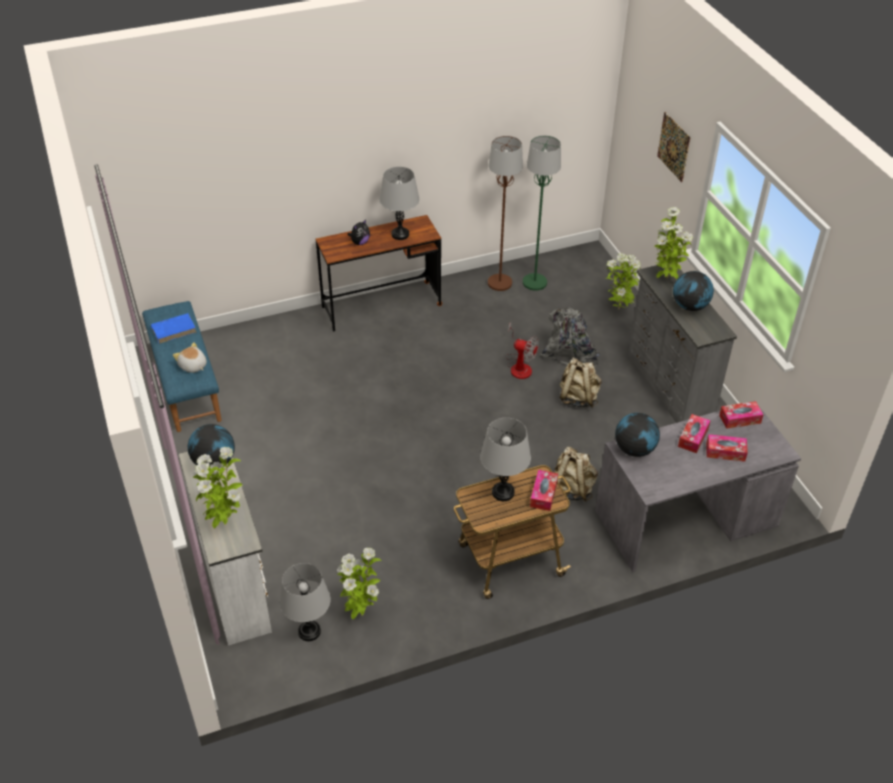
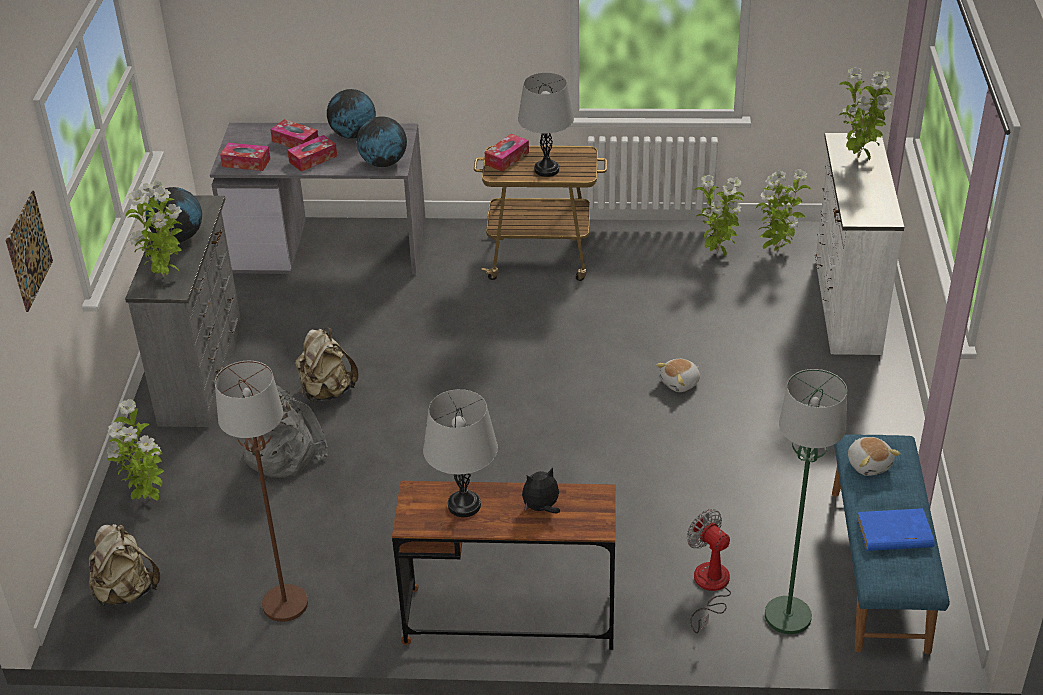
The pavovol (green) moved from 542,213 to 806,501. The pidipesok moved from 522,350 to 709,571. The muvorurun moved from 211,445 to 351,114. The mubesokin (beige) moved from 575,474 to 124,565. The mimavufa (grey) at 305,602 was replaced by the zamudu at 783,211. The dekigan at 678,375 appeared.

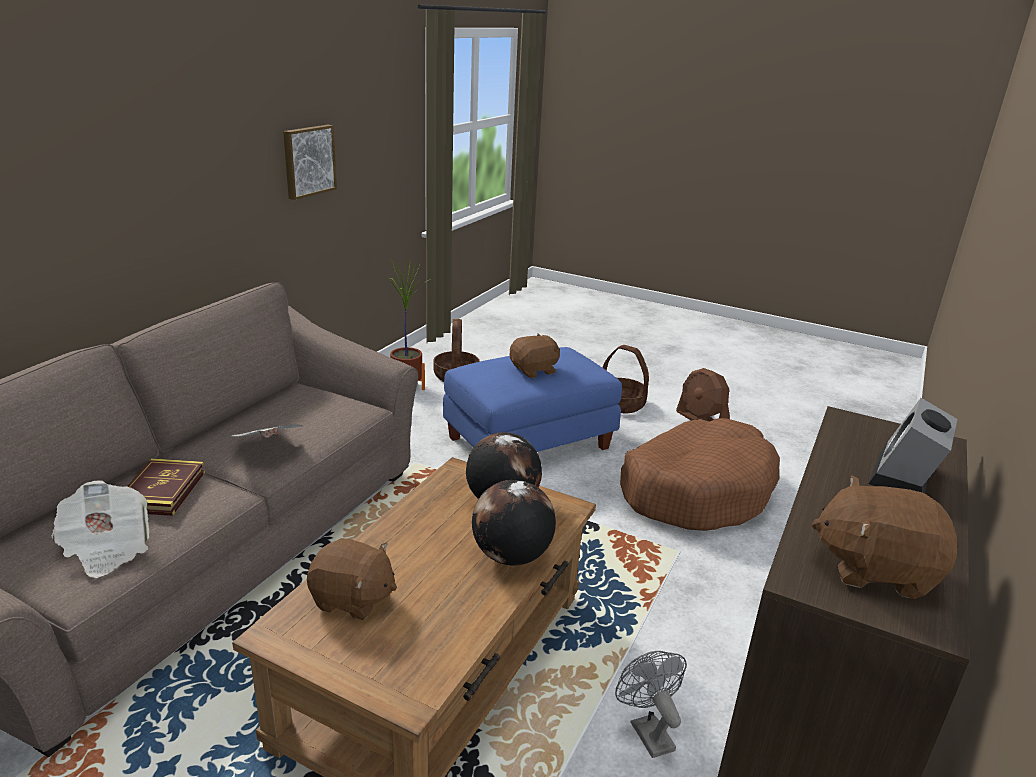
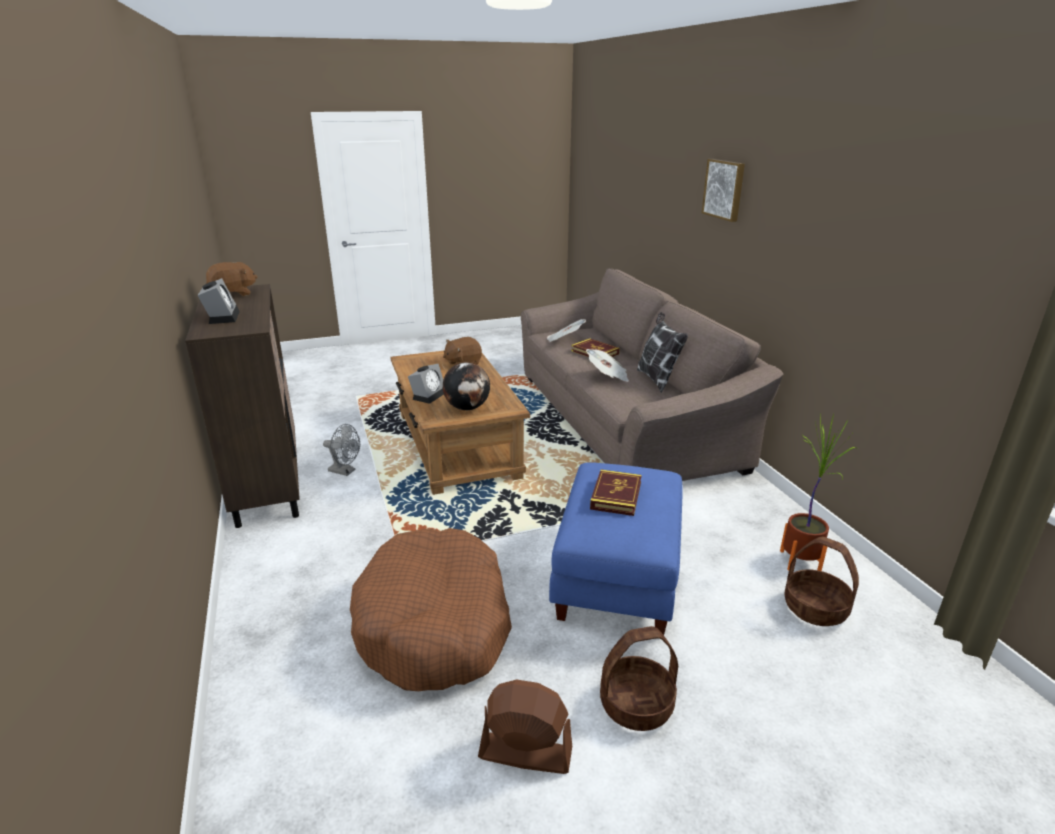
The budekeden moved from 310,162 to 723,190. The dekigan (brown) at 535,355 was replaced by the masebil at 616,493. The muvorurun at 514,523 was replaced by the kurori at 426,384. The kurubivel at 662,352 appeared.

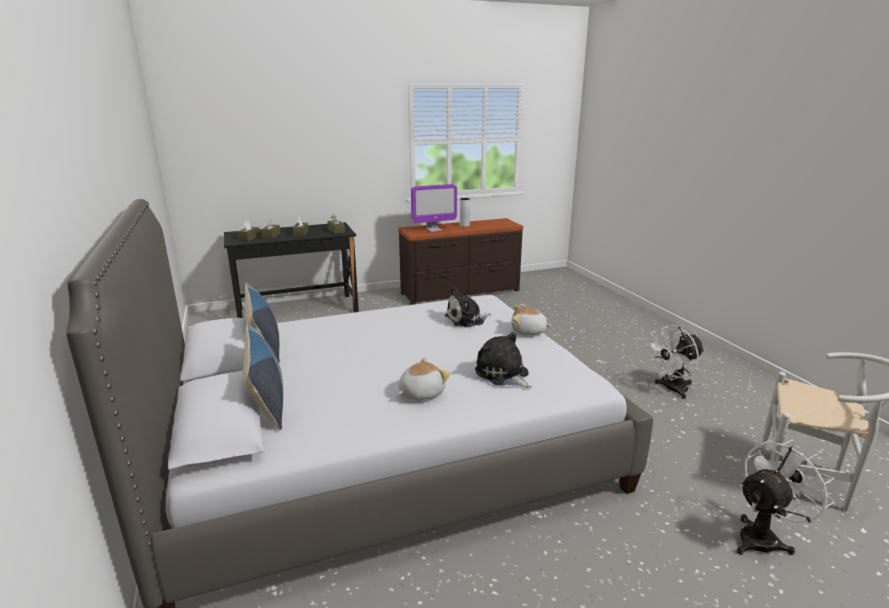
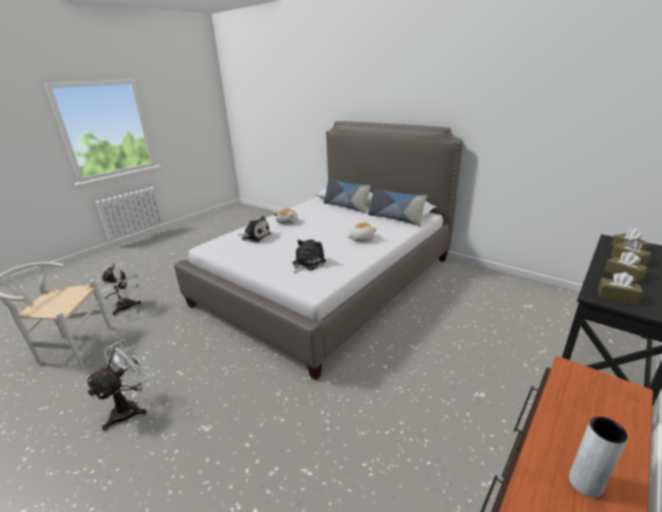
The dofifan at 434,208 disappeared. The dekigan moved from 531,320 to 362,231. The pidipesok (white) at 785,497 turned 75 degrees counterclockwise.

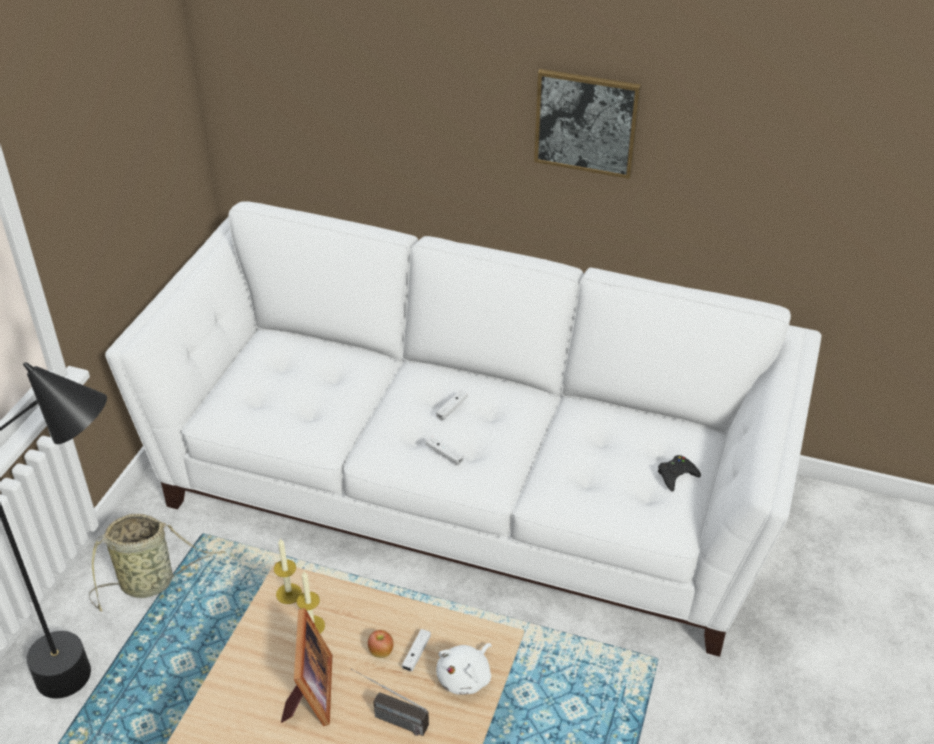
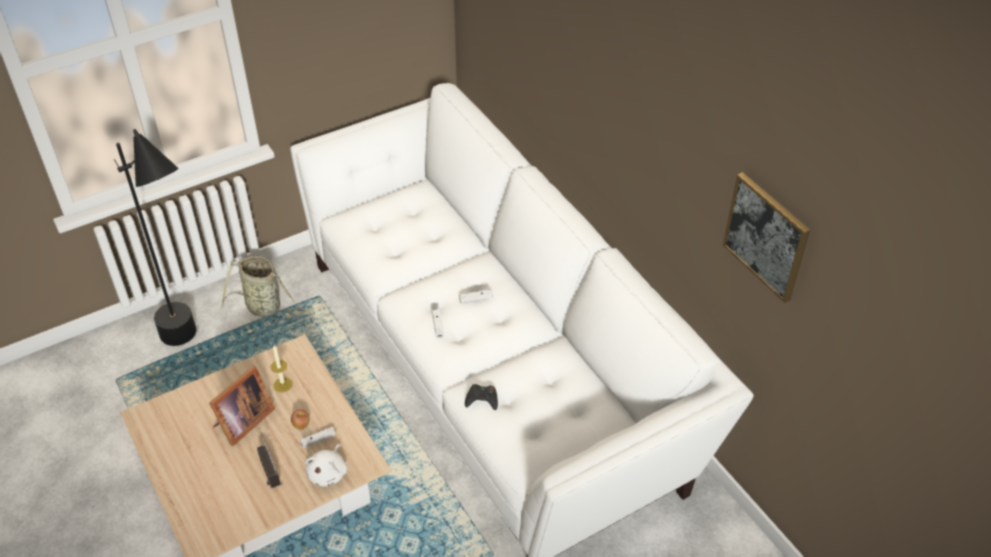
The budekeden moved from 587,124 to 766,237. The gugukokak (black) moved from 679,473 to 481,397. The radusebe at 288,571 disappeared. The dekigan (white) at 464,668 turned 60 degrees counterclockwise.

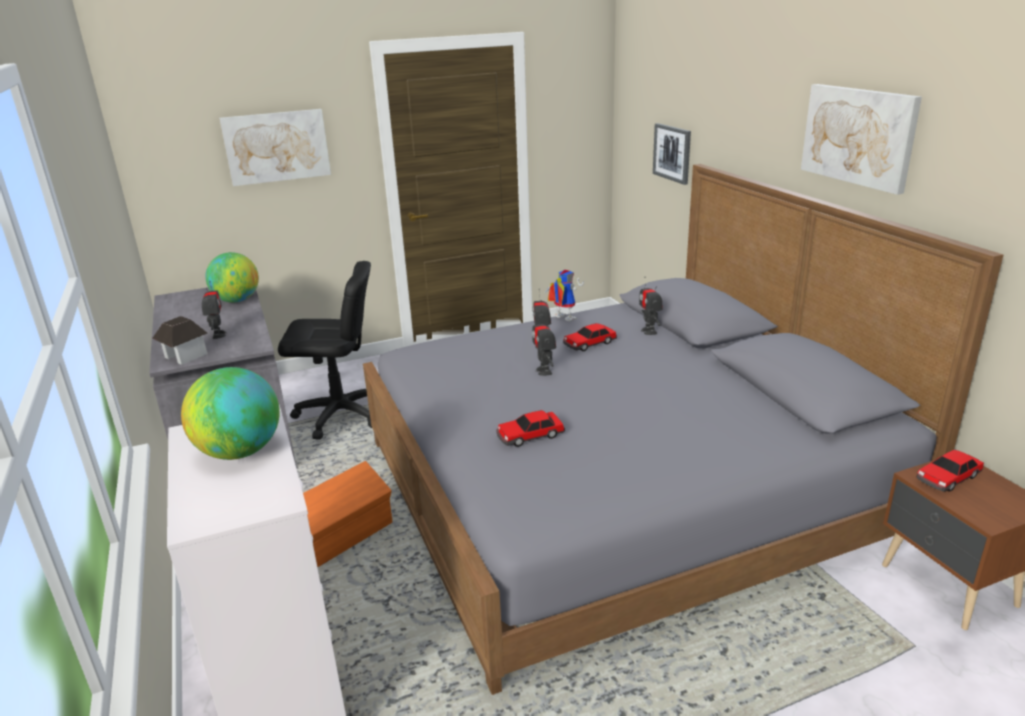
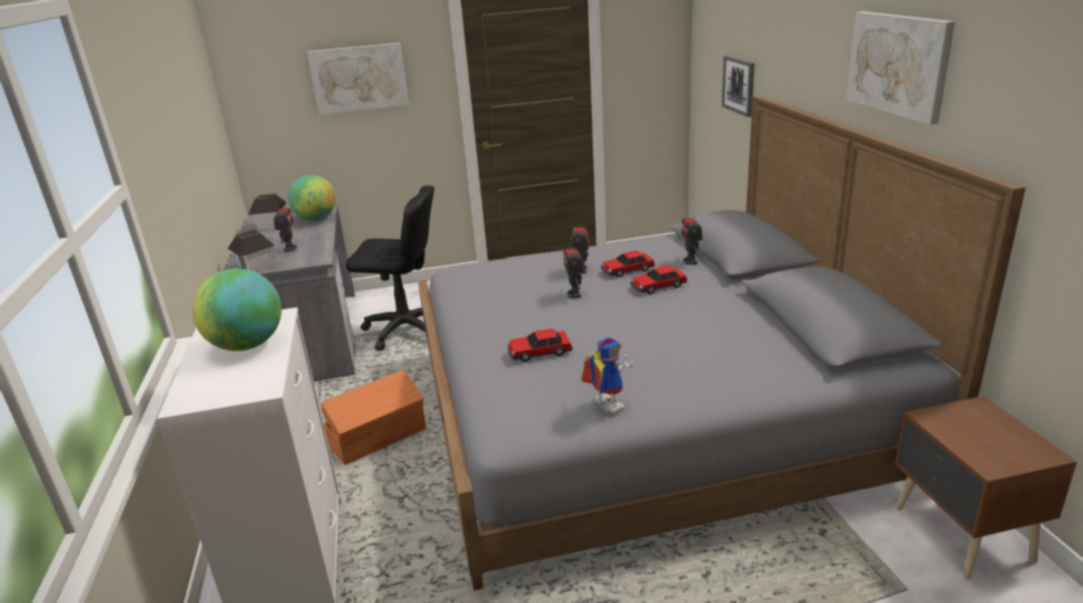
The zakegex moved from 564,295 to 607,375. The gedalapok moved from 950,471 to 659,280. The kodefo at 267,212 appeared.

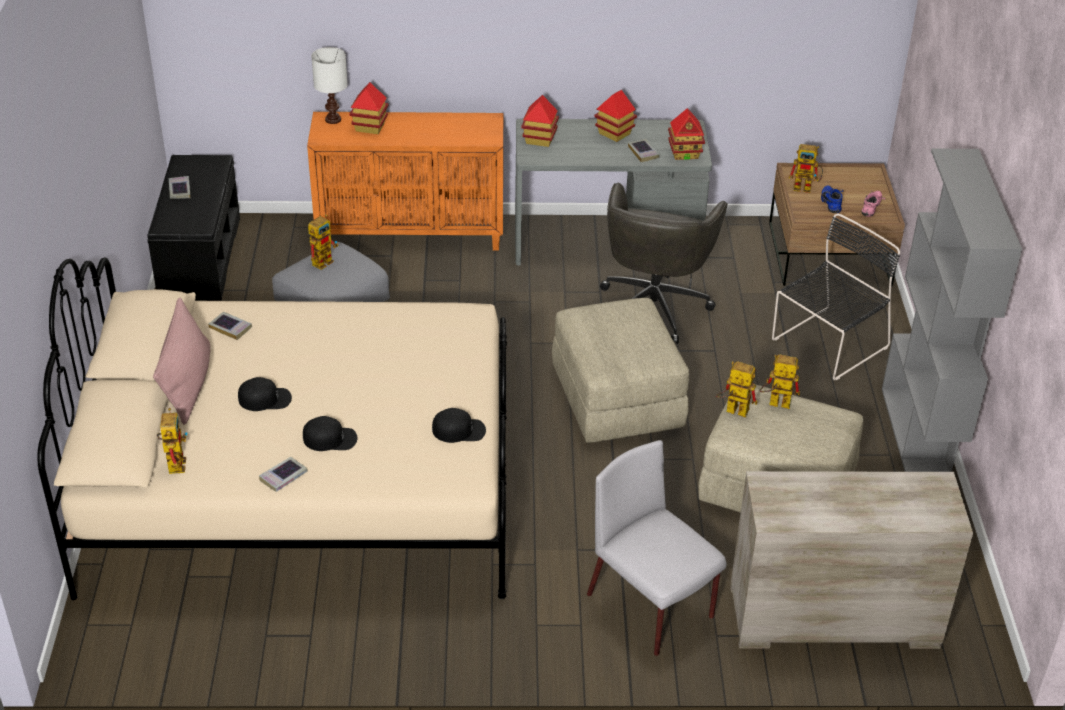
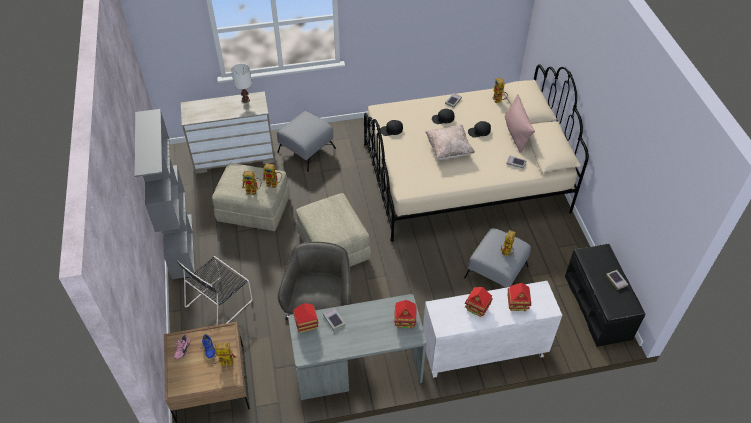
The mimavufa (white) moved from 329,85 to 241,83. The kodefo moved from 615,116 to 479,302. The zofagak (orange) at 405,181 became the zofagak (white) at 492,329. The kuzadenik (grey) at 657,548 was replaced by the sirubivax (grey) at 306,141. The kurubivel (beige) at 450,142 appeared.

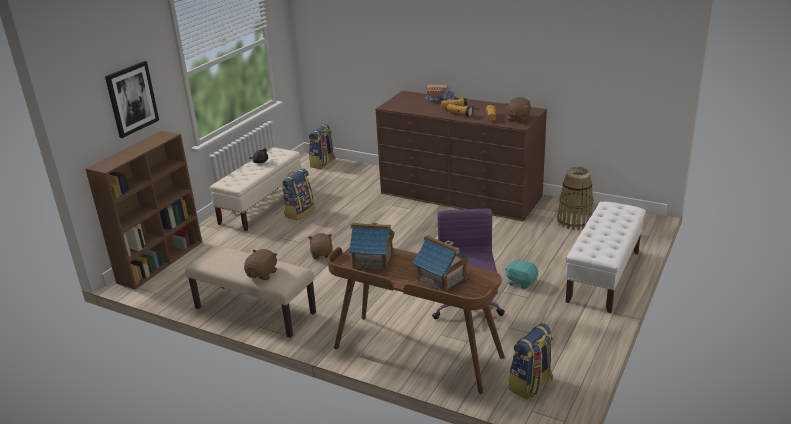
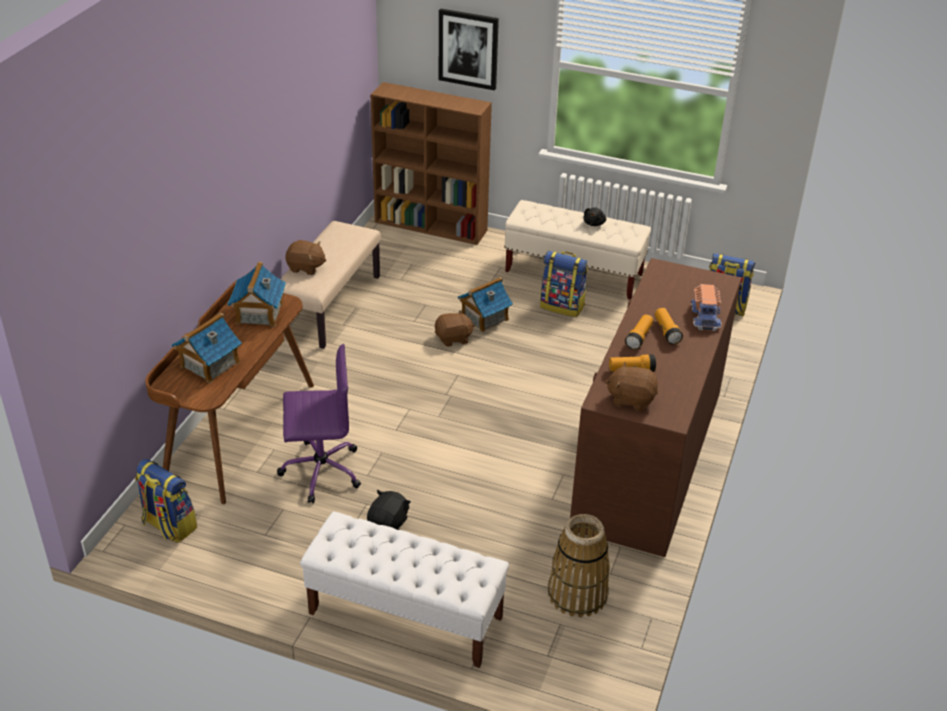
The dekigan (turquoise) at 521,273 became the dekigan (black) at 389,510. The kodefo at 485,304 appeared.

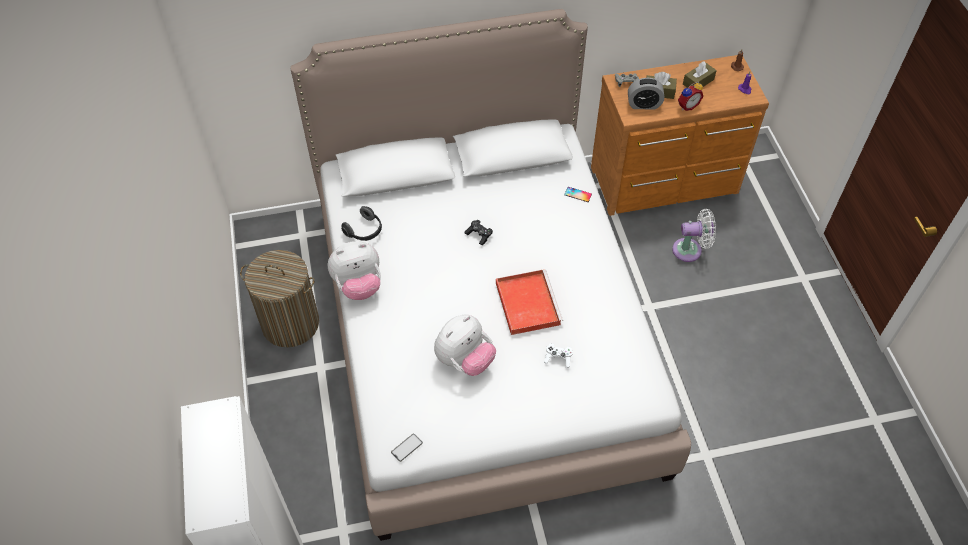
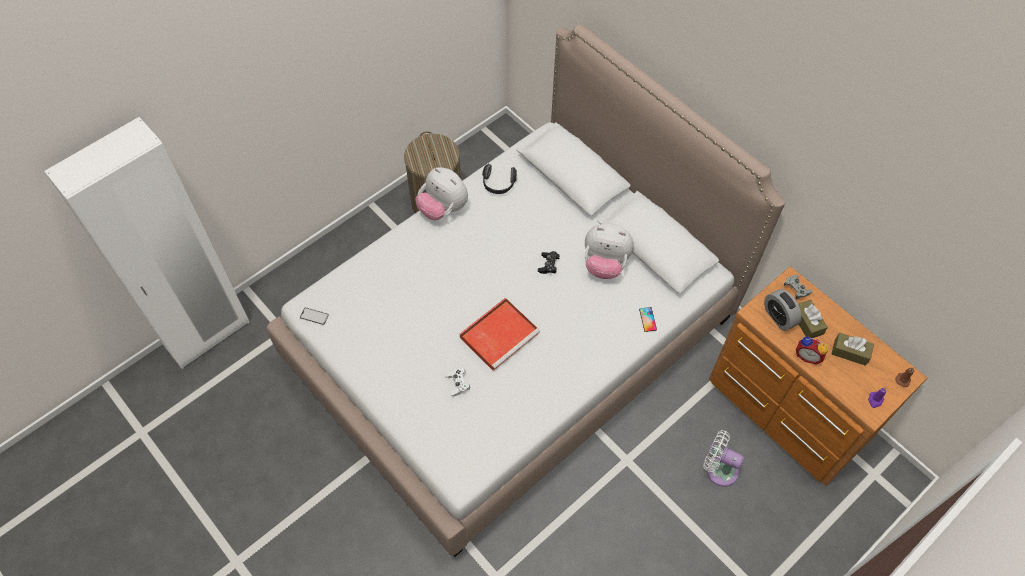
The pidipesok (white) at 694,235 turned 150 degrees clockwise. The dekigan moved from 465,345 to 609,251.

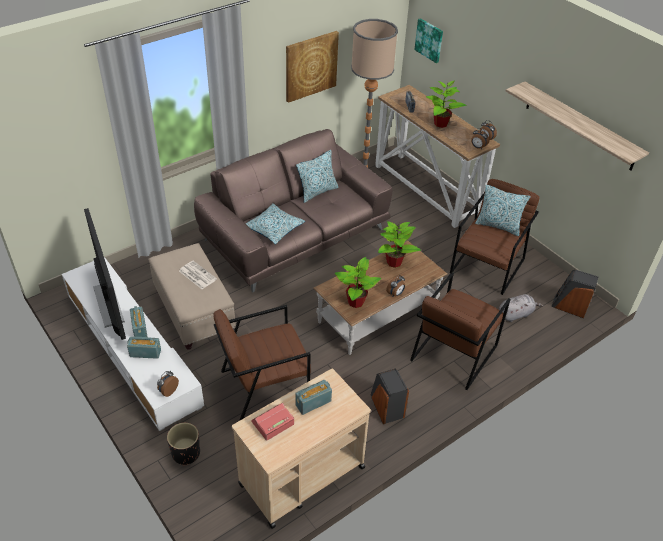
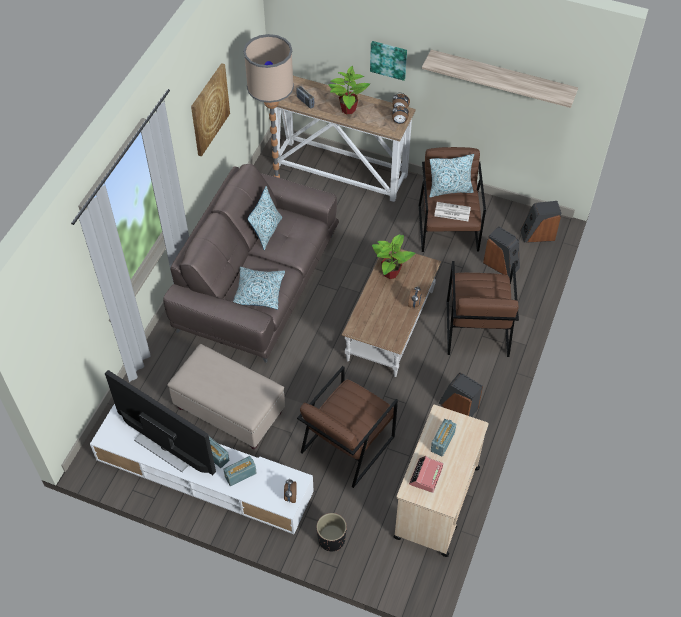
The budekeden moved from 428,40 to 388,61. The zamudu at 358,282 disappeared. The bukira moved from 198,275 to 452,211. The dekigan (grey) at 521,308 was replaced by the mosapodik at 501,251.

